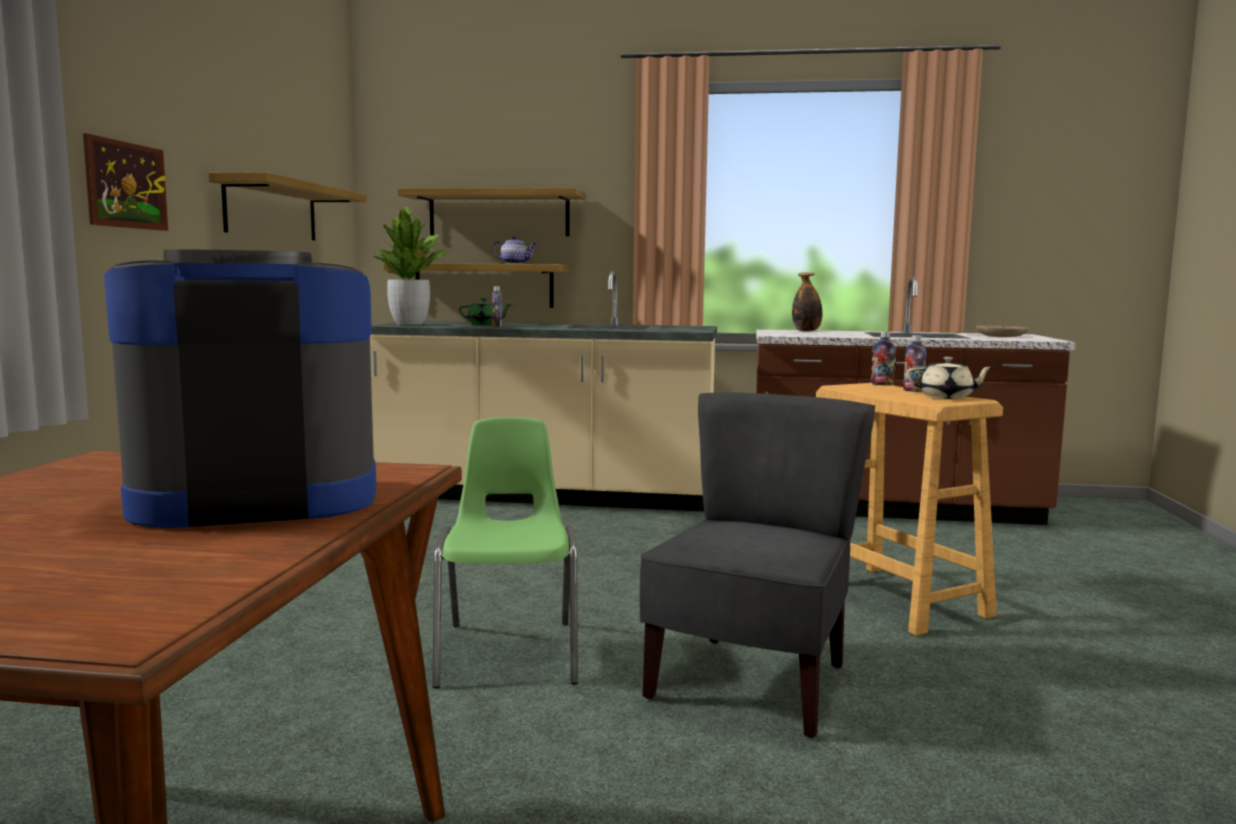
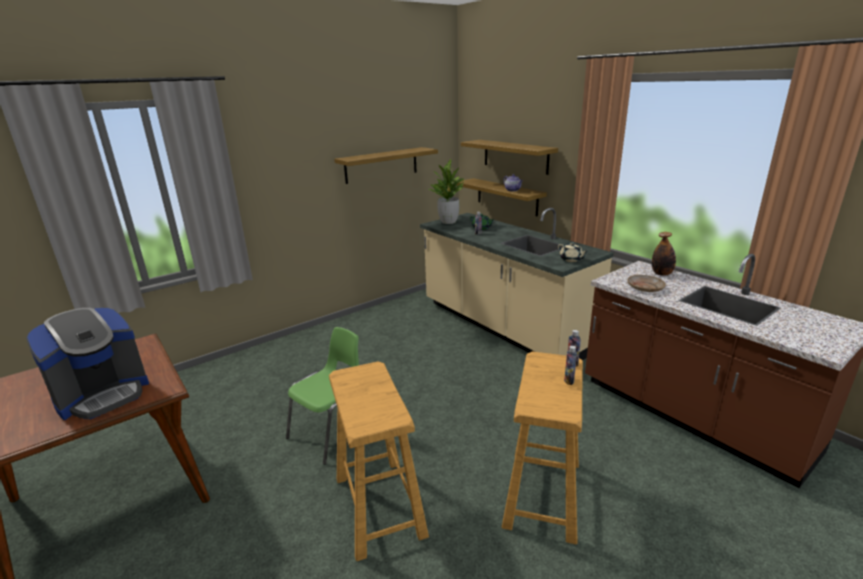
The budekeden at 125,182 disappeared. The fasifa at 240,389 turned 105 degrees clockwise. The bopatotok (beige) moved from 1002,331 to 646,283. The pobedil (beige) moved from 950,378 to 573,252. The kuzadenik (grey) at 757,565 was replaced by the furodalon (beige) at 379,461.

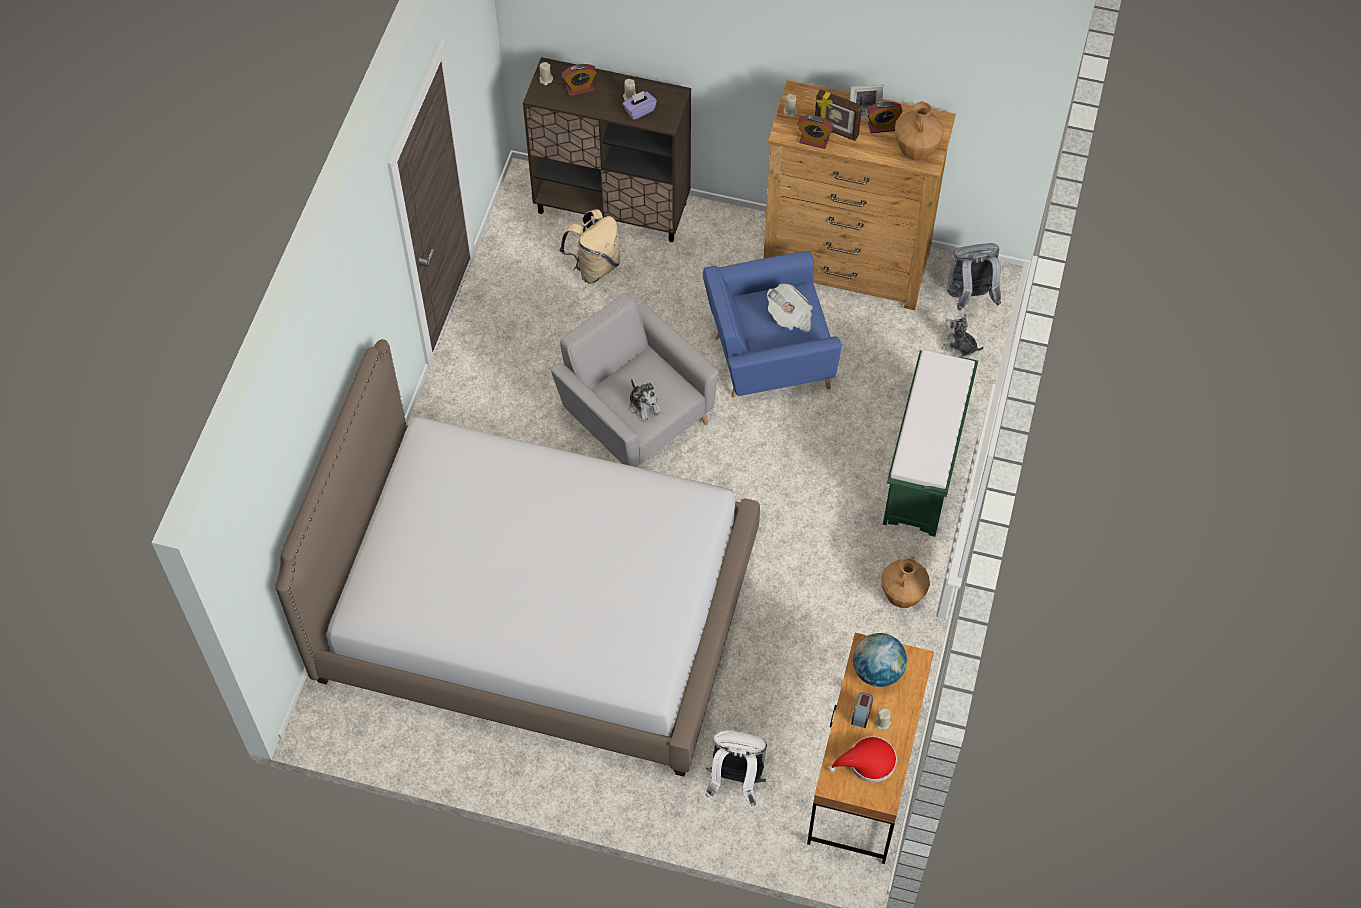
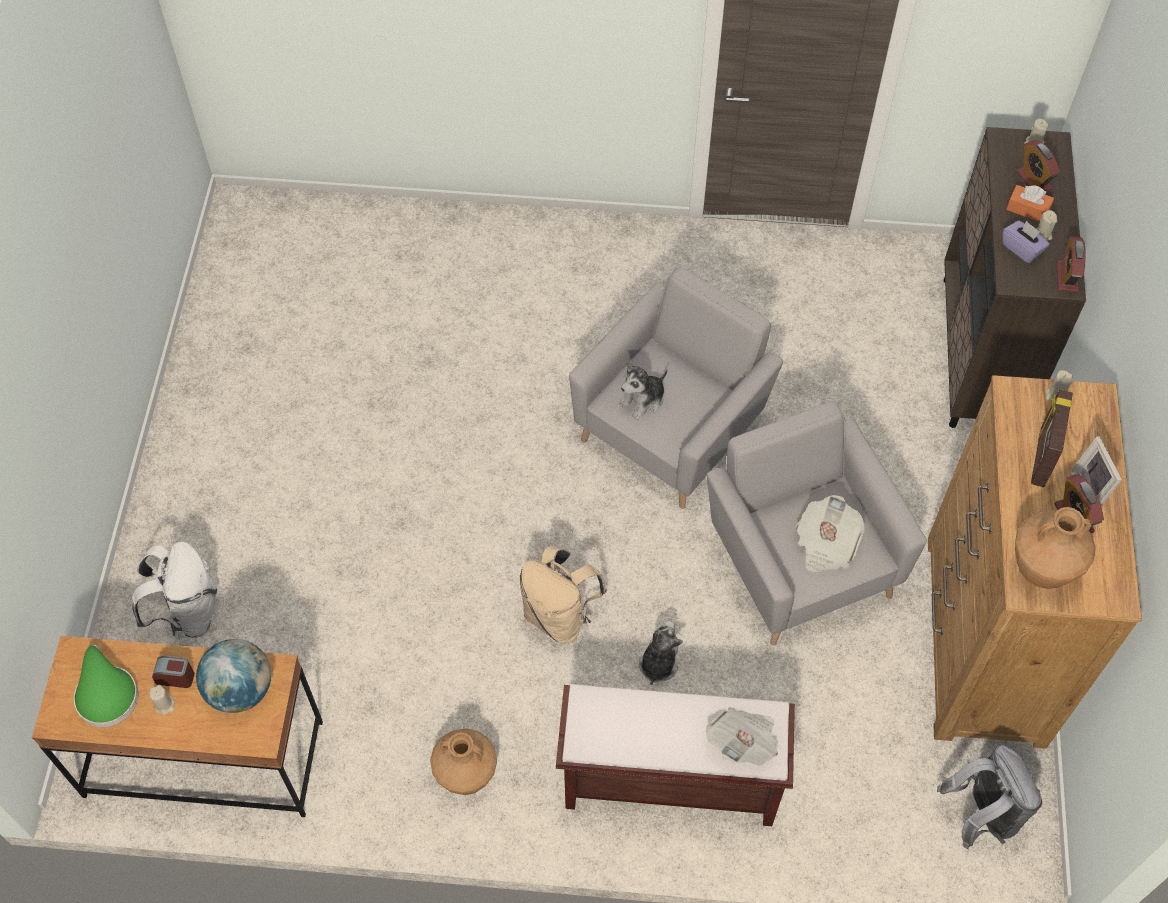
The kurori moved from 815,132 to 1071,264. The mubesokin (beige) moved from 589,246 to 563,595. The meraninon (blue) at 772,324 became the meraninon (grey) at 817,523. The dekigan moved from 962,336 to 661,653. The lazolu at 517,558 disappeared. The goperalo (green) at 930,443 became the goperalo (brown) at 675,755. The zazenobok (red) at 862,759 became the zazenobok (green) at 106,686. The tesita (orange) at 1030,203 appeared. The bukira at 742,736 appeared.

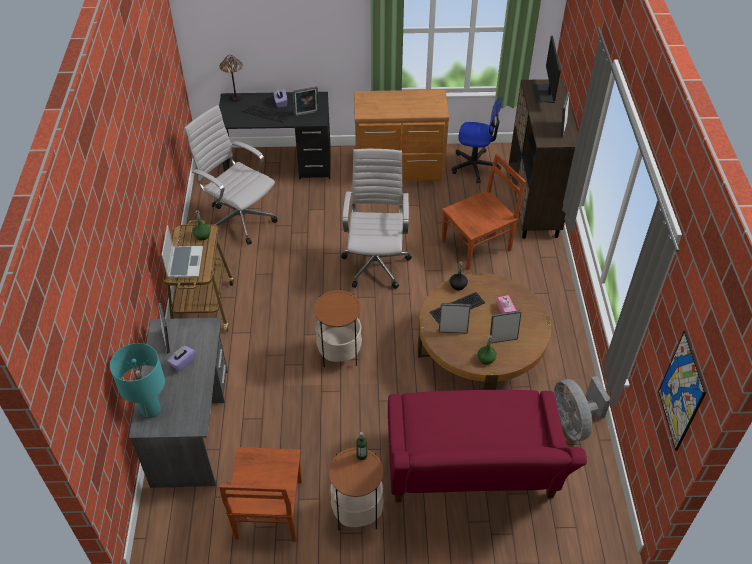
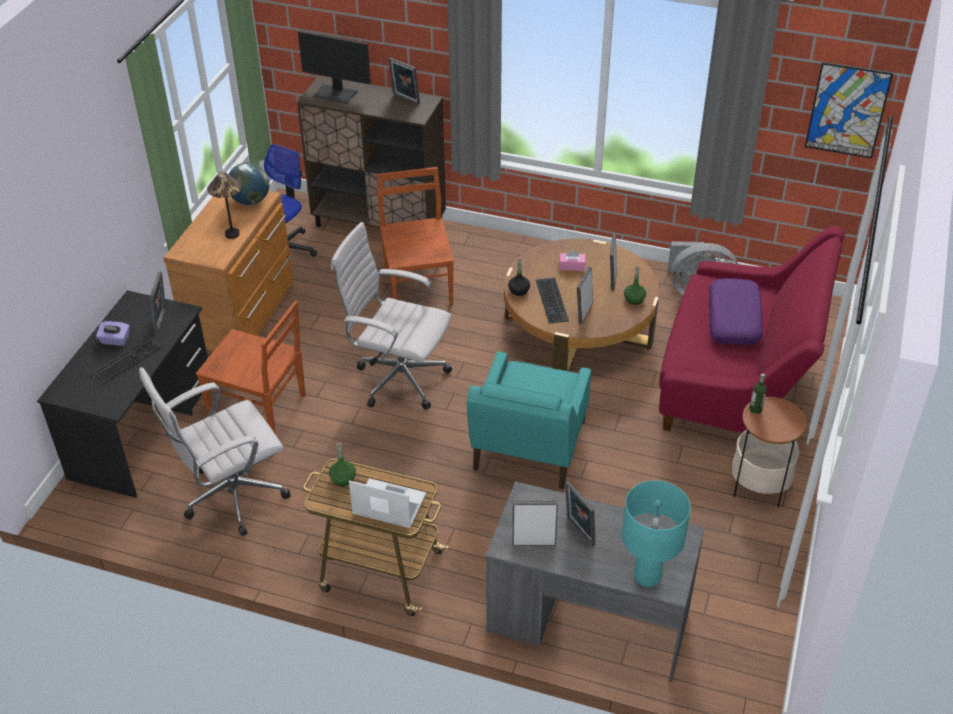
The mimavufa moved from 231,78 to 224,205. The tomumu at 338,328 was replaced by the meraninon (turquoise) at 529,420. The tesita (purple) at 181,359 was replaced by the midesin at 580,513. The kuzadenik (brown) moved from 260,494 to 251,367. The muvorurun at 249,183 appeared. The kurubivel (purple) at 736,311 appeared.

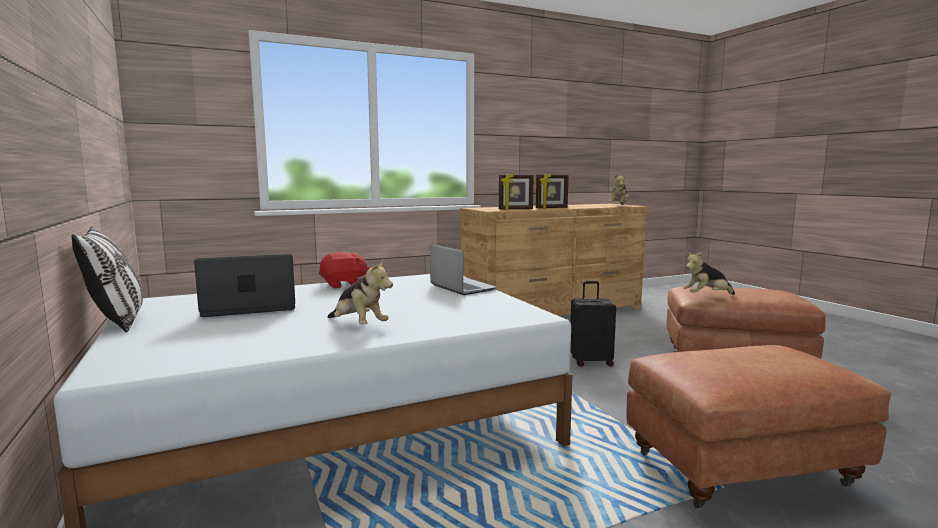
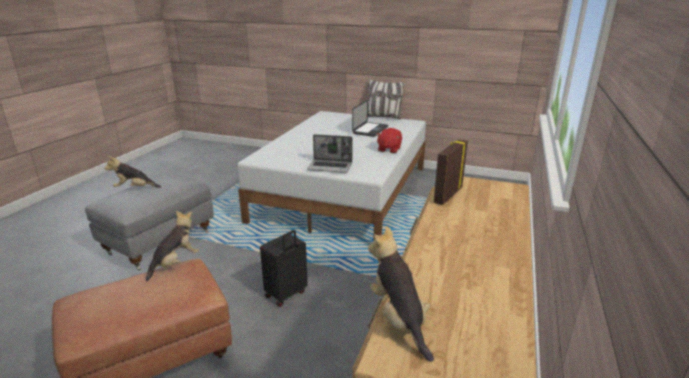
The midesin at 552,191 disappeared. The dekigan moved from 360,292 to 132,172. The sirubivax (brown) at 758,426 became the sirubivax (grey) at 149,222.

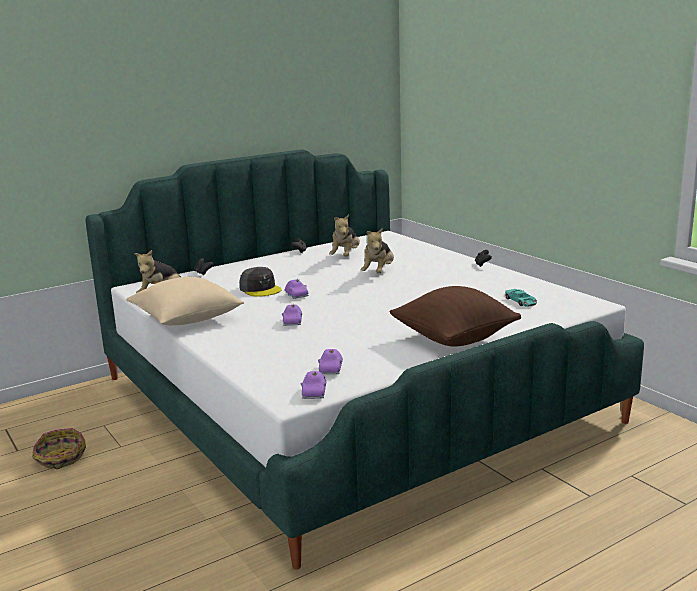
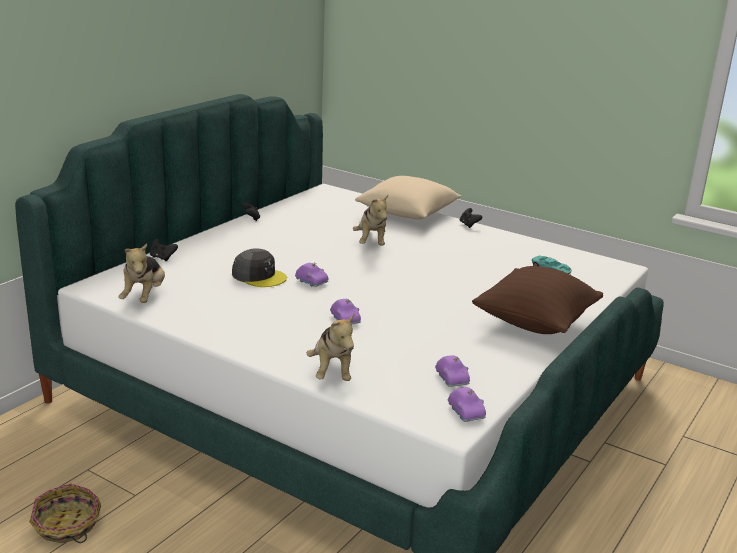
The dekigan moved from 344,235 to 331,347. The kurubivel (beige) moved from 185,301 to 408,197.

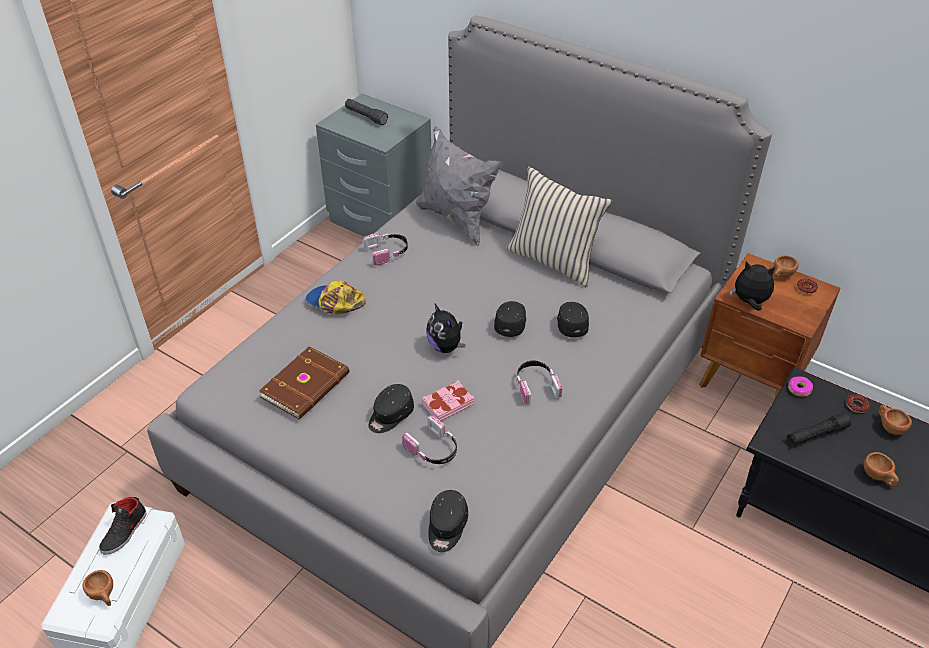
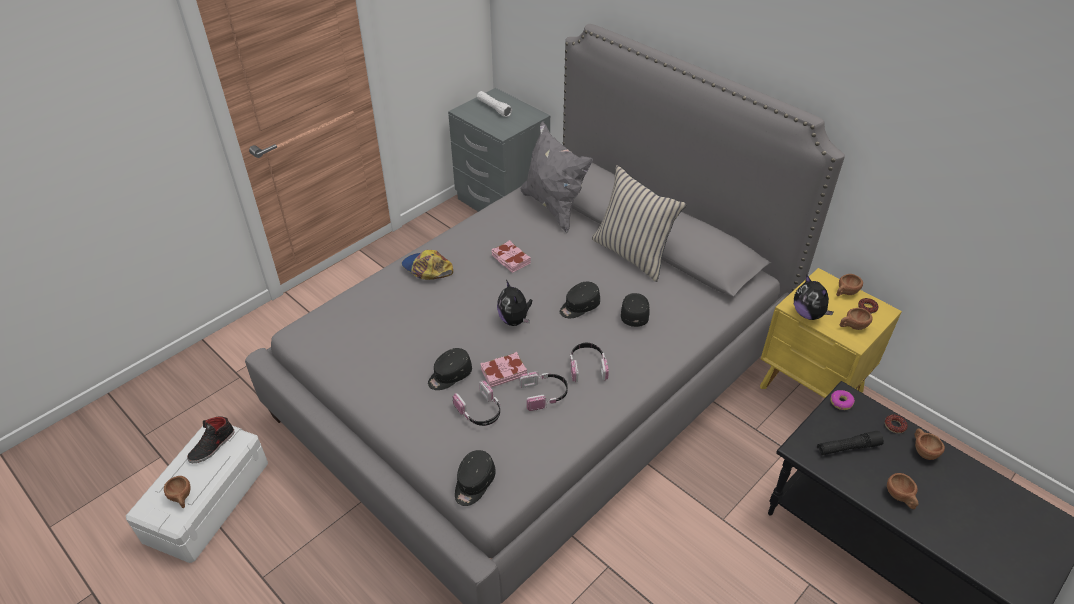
The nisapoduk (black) at 366,112 became the nisapoduk (white) at 494,104. The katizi moved from 385,249 to 544,391. The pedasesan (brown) at 770,325 became the pedasesan (yellow) at 831,333. The dekigan at 752,285 turned 150 degrees counterclockwise. The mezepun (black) at 510,319 turned 150 degrees counterclockwise. The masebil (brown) at 304,383 disappeared. The masebil (pink) at 511,256 appeared. The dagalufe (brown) at 856,319 appeared.

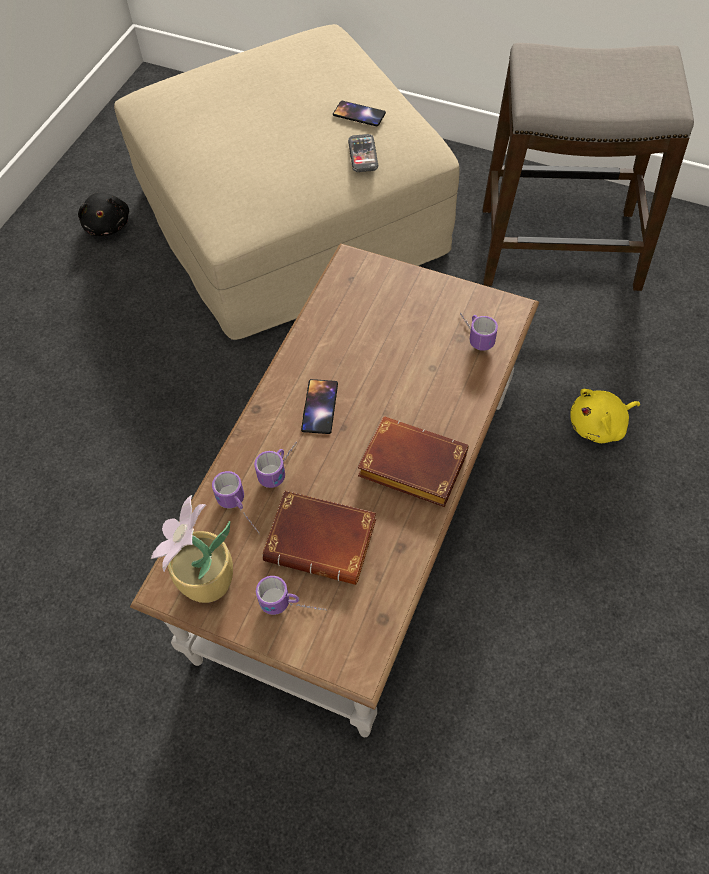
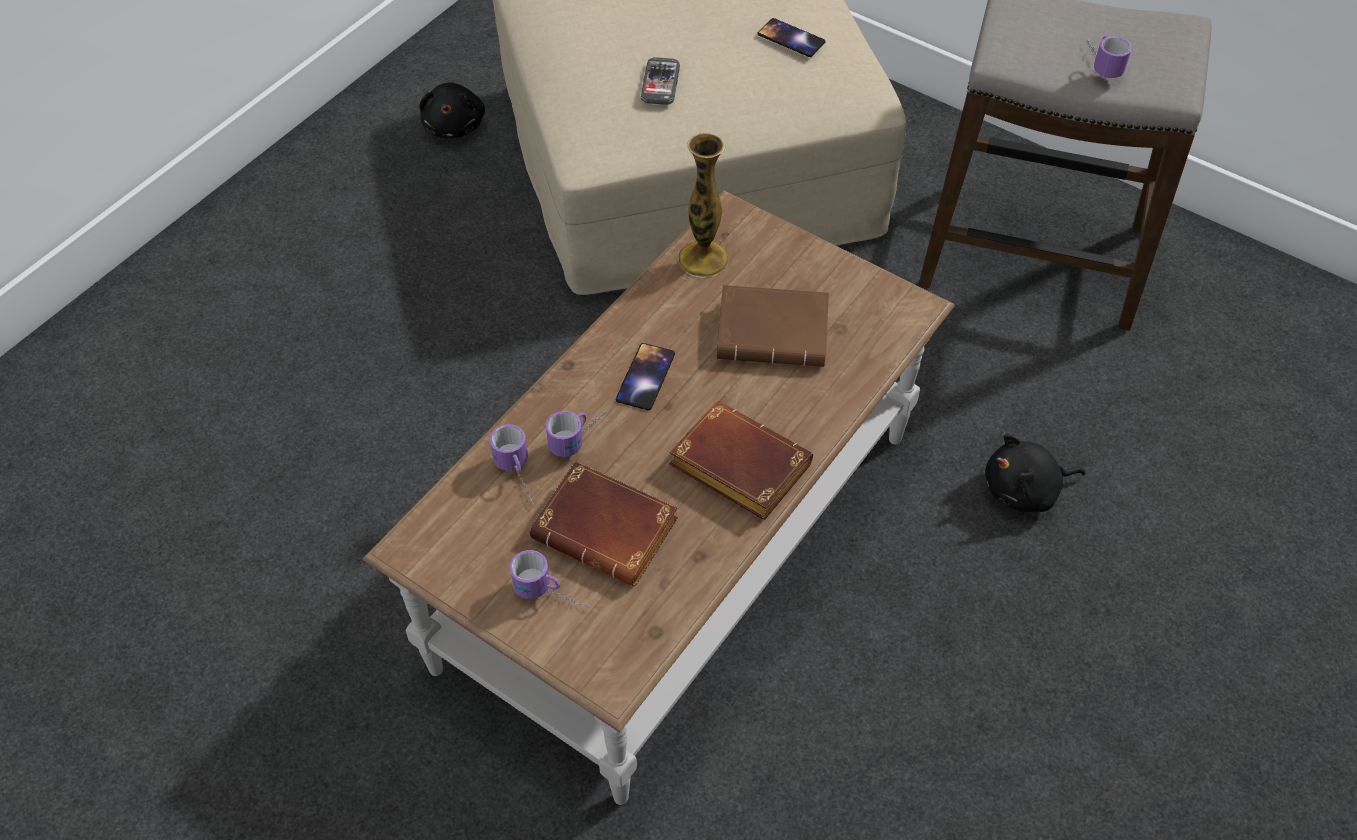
The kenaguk moved from 363,153 to 660,81. The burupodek moved from 479,332 to 1109,57. The dekigan (yellow) at 605,416 became the dekigan (black) at 1035,473. The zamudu at 192,549 disappeared. The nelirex at 703,205 appeared. The masebil (brown) at 773,326 appeared.

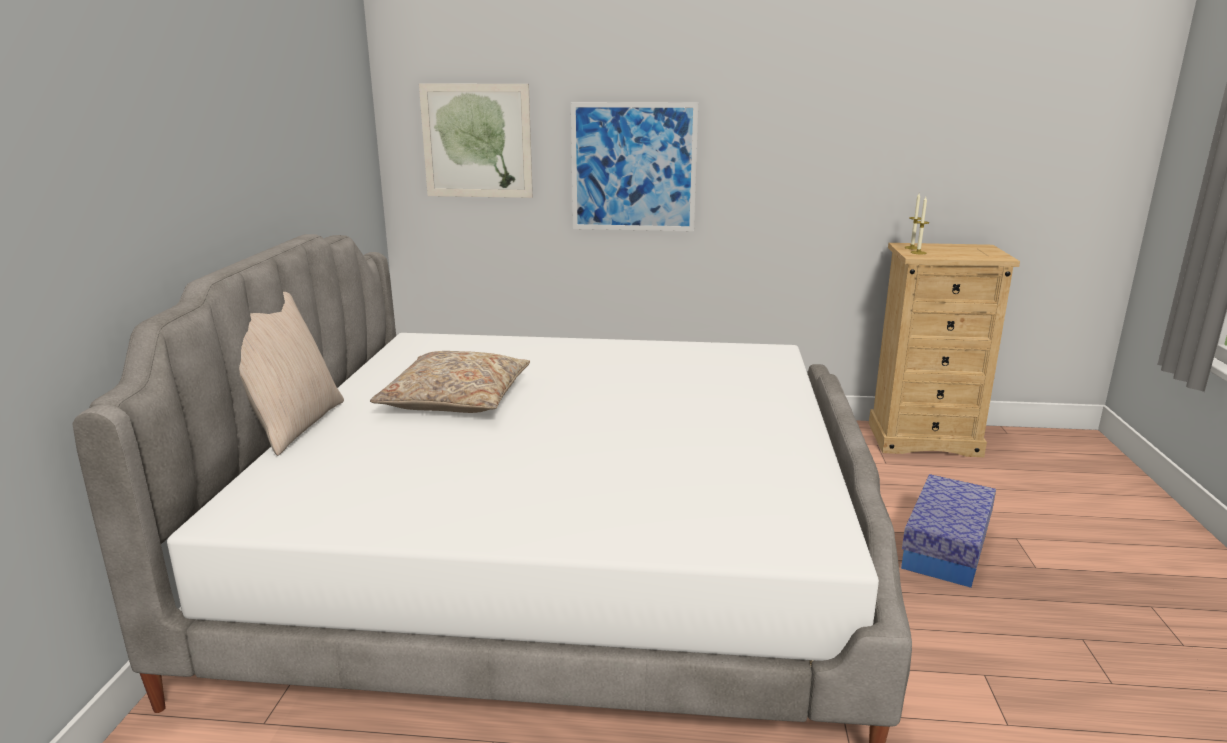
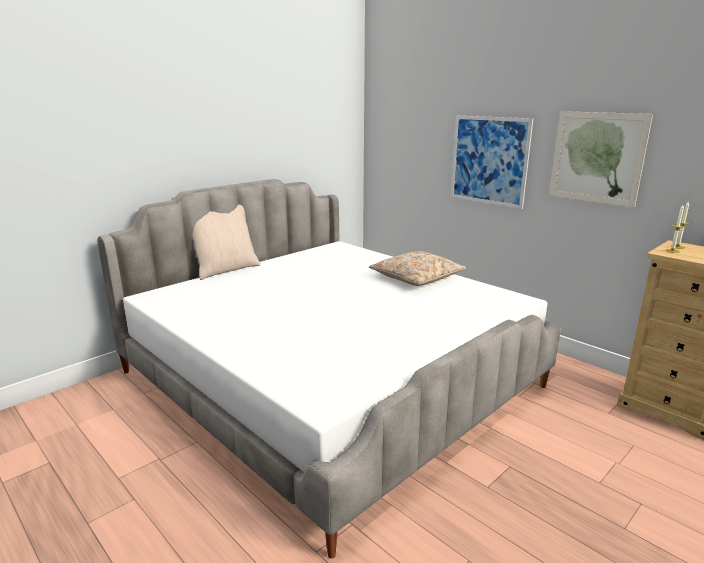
The budekeden moved from 476,141 to 601,159. The kurubivel (beige) moved from 450,382 to 418,268. The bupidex at 948,531 disappeared.

